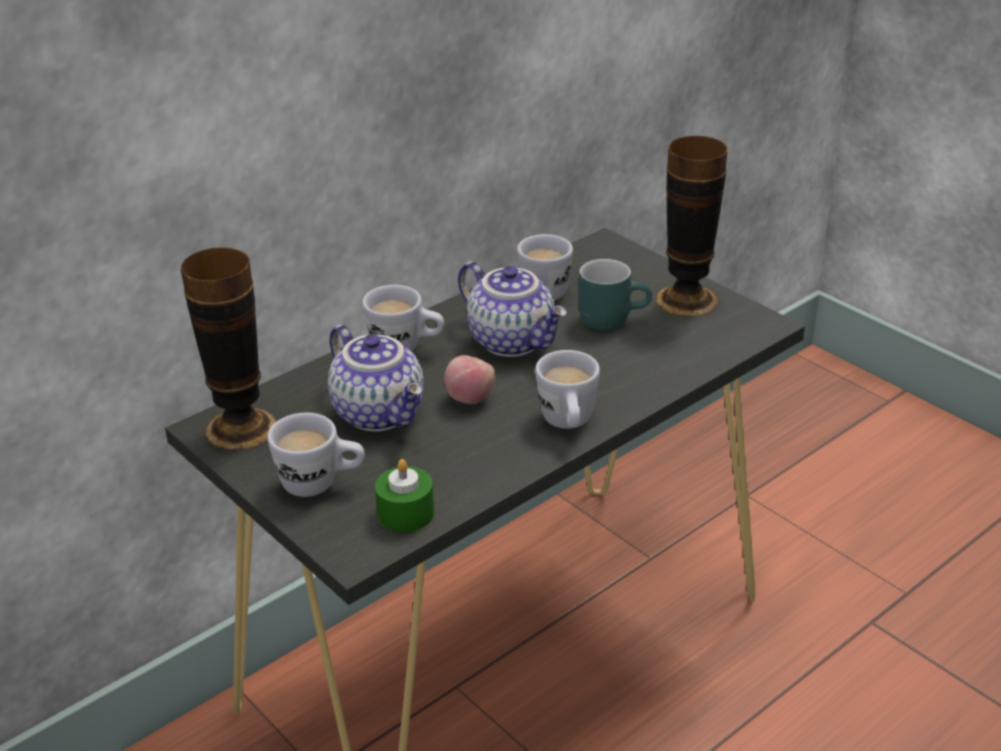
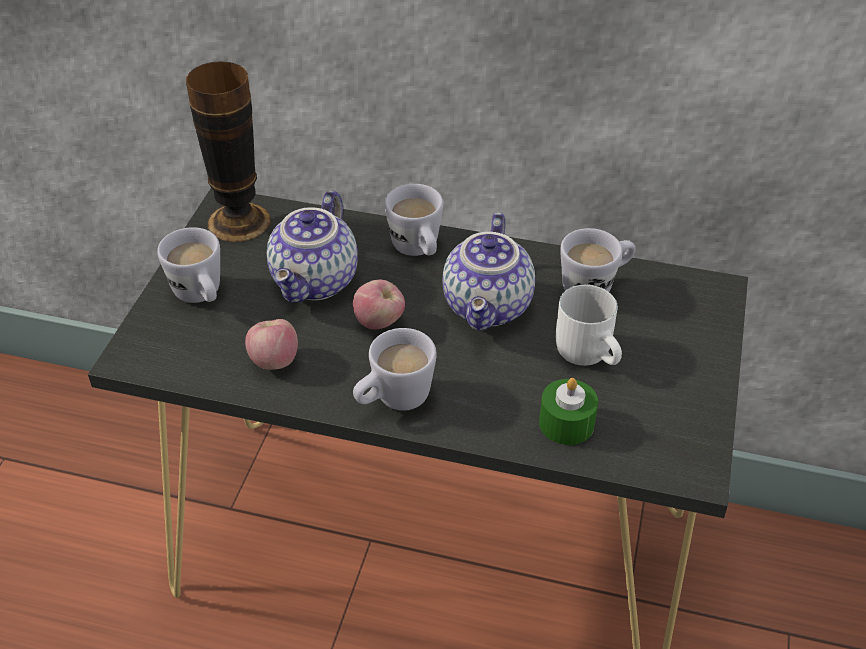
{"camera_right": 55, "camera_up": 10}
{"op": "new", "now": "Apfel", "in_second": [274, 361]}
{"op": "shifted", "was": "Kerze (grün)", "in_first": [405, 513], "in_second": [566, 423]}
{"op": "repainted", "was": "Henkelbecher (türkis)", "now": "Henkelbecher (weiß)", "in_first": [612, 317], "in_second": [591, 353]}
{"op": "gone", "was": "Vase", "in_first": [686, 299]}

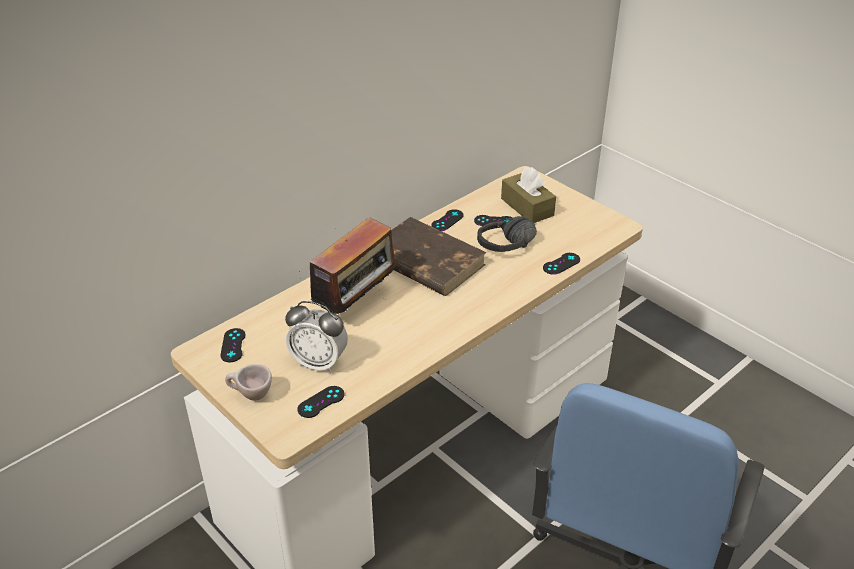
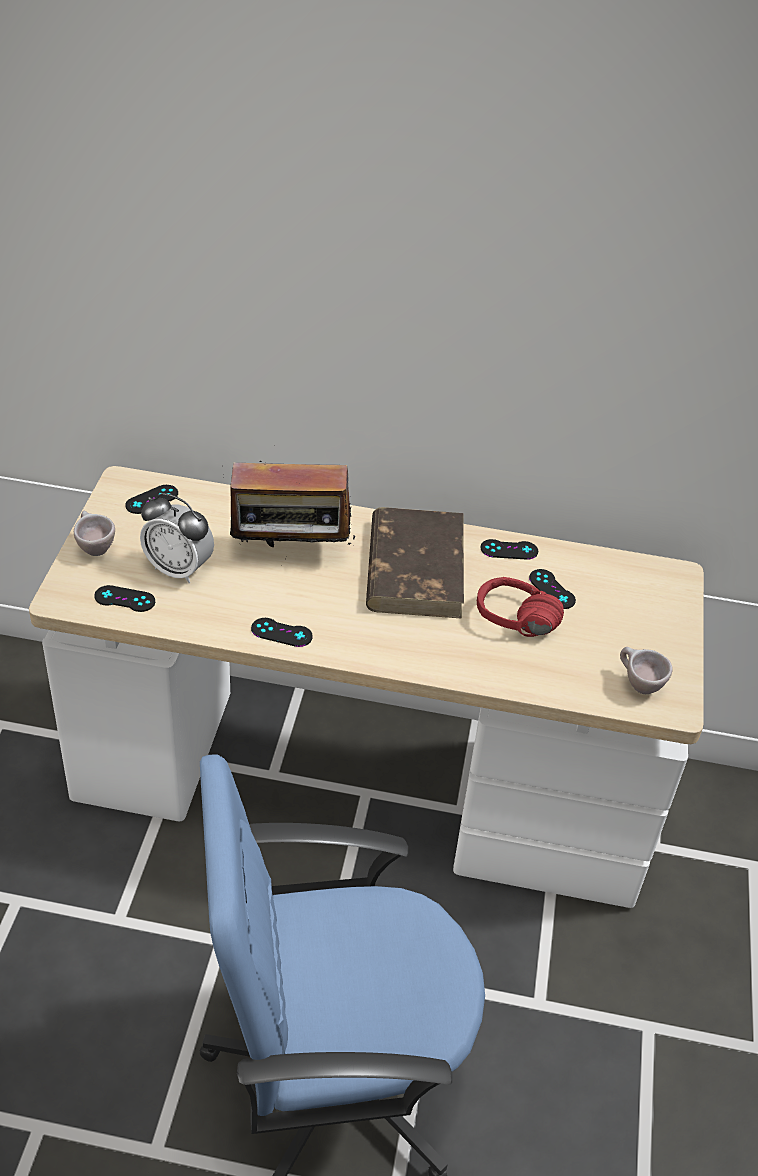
{"camera_right": 50, "camera_up": 5}
{"op": "rotated", "was": "Wecker", "in_first": [319, 363], "in_second": [178, 569], "clockwise": -45}
{"op": "shifted", "was": "Gamepad (schwarz)", "in_first": [561, 264], "in_second": [281, 632]}
{"op": "repainted", "was": "Kopfhörer (schwarz)", "now": "Kopfhörer (rot)", "in_first": [511, 250], "in_second": [512, 628]}
{"op": "new", "now": "Tasse (beige)", "in_second": [637, 684]}
{"op": "gone", "was": "Taschentuchbox (braun)", "in_first": [527, 207]}

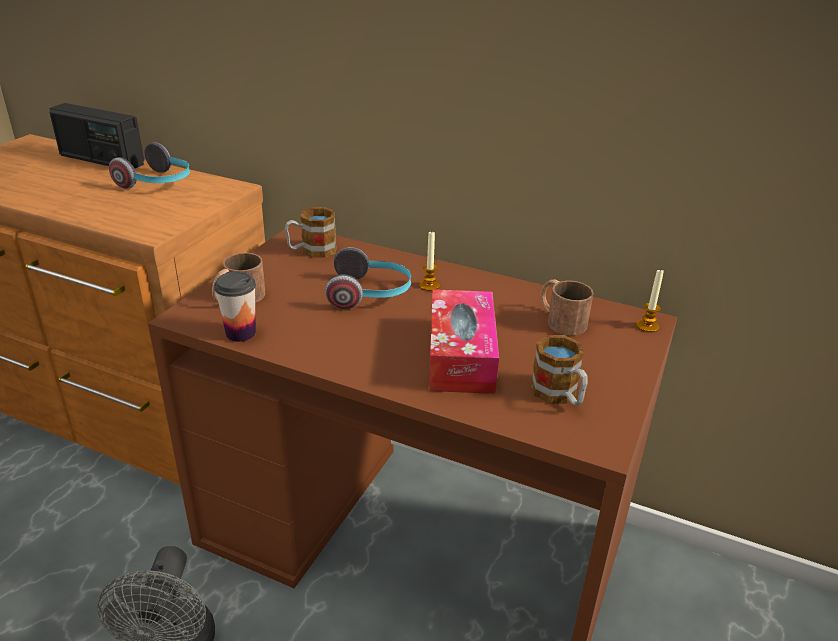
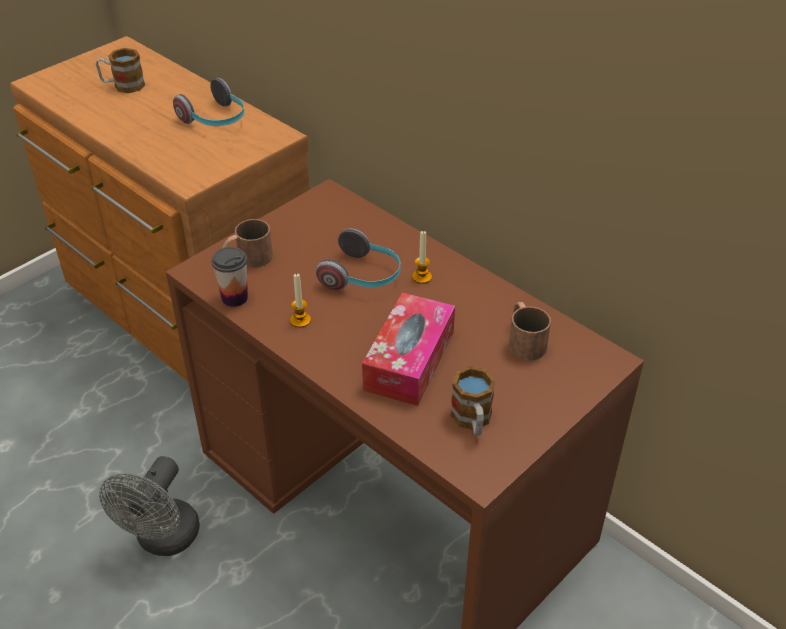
{"camera_right": 20, "camera_up": 10}
{"op": "shifted", "was": "Henkelbecher", "in_first": [312, 251], "in_second": [123, 86]}
{"op": "shifted", "was": "Kerze", "in_first": [647, 326], "in_second": [300, 320]}
{"op": "gone", "was": "Radio", "in_first": [101, 160]}

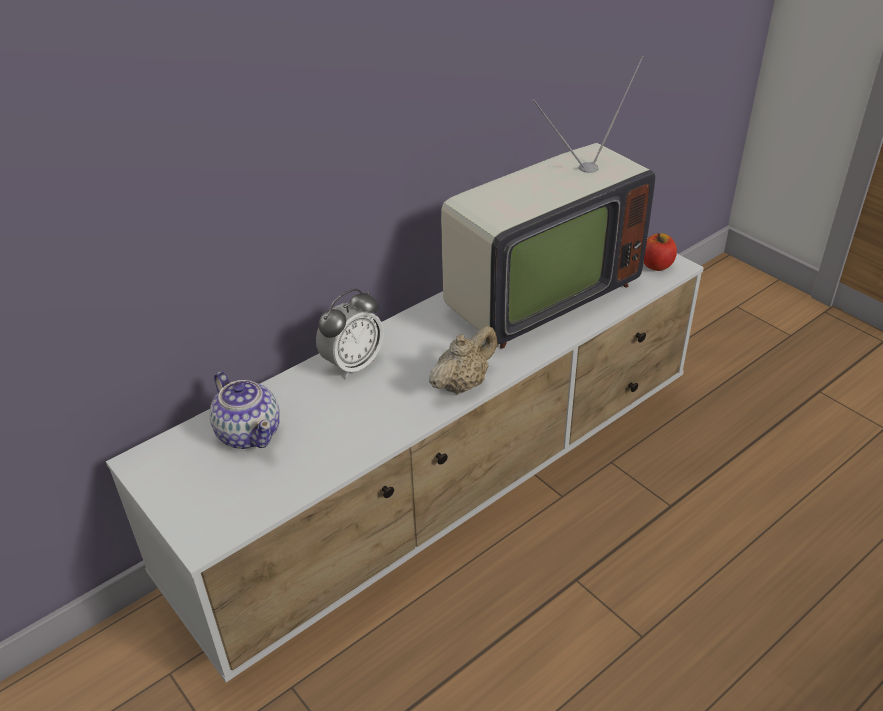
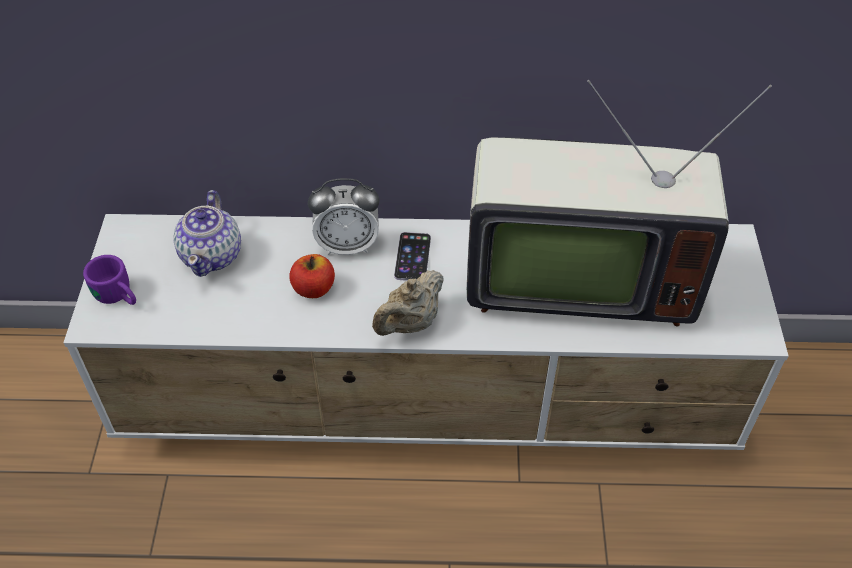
{"camera_right": 40, "camera_up": 10}
{"op": "new", "now": "Henkelbecher (lila)", "in_second": [119, 296]}
{"op": "shifted", "was": "Apfel", "in_first": [656, 265], "in_second": [314, 289]}
{"op": "rotated", "was": "Teekanne (beige)", "in_first": [463, 384], "in_second": [410, 323], "clockwise": 135}
{"op": "new", "now": "Handy", "in_second": [412, 257]}

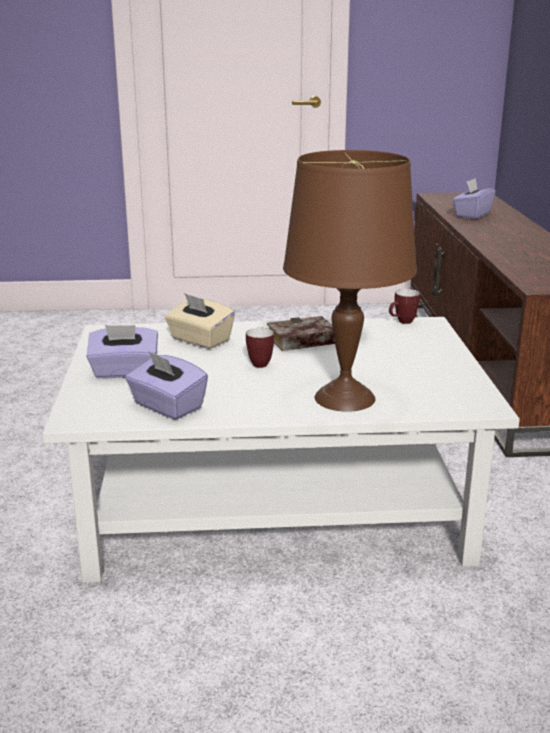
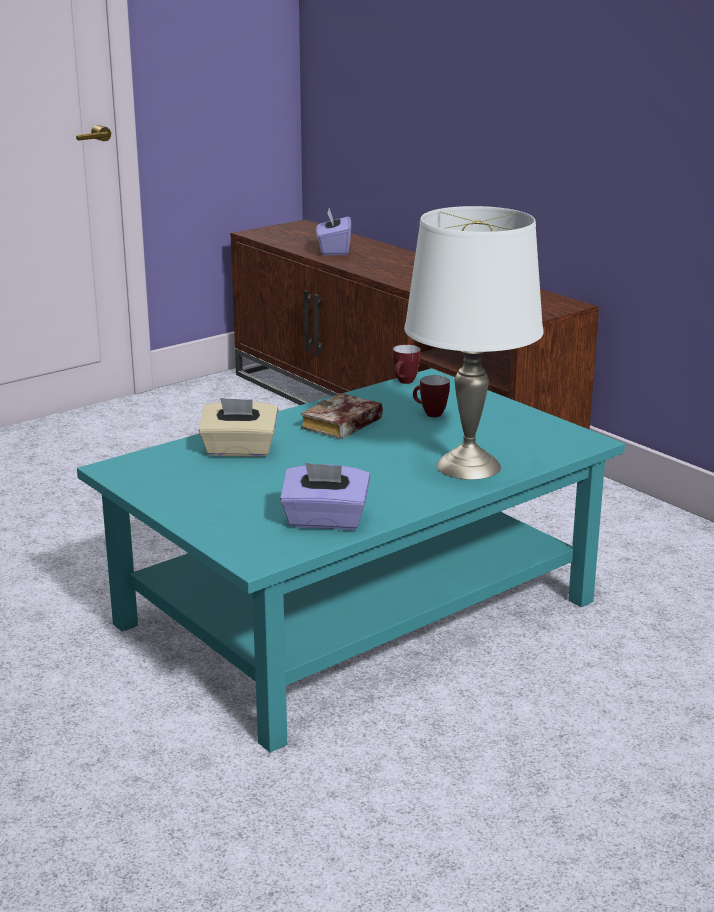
{"camera_right": -35, "camera_up": 0}
{"op": "repainted", "was": "Couchtisch (weiß)", "now": "Couchtisch (türkis)", "in_first": [275, 501], "in_second": [355, 612]}
{"op": "repainted", "was": "Tischlampe (braun)", "now": "Tischlampe (weiß)", "in_first": [343, 398], "in_second": [467, 466]}
{"op": "shifted", "was": "Henkelbecher", "in_first": [258, 363], "in_second": [429, 414]}
{"op": "gone", "was": "Taschentuchbox (lila)", "in_first": [124, 372]}

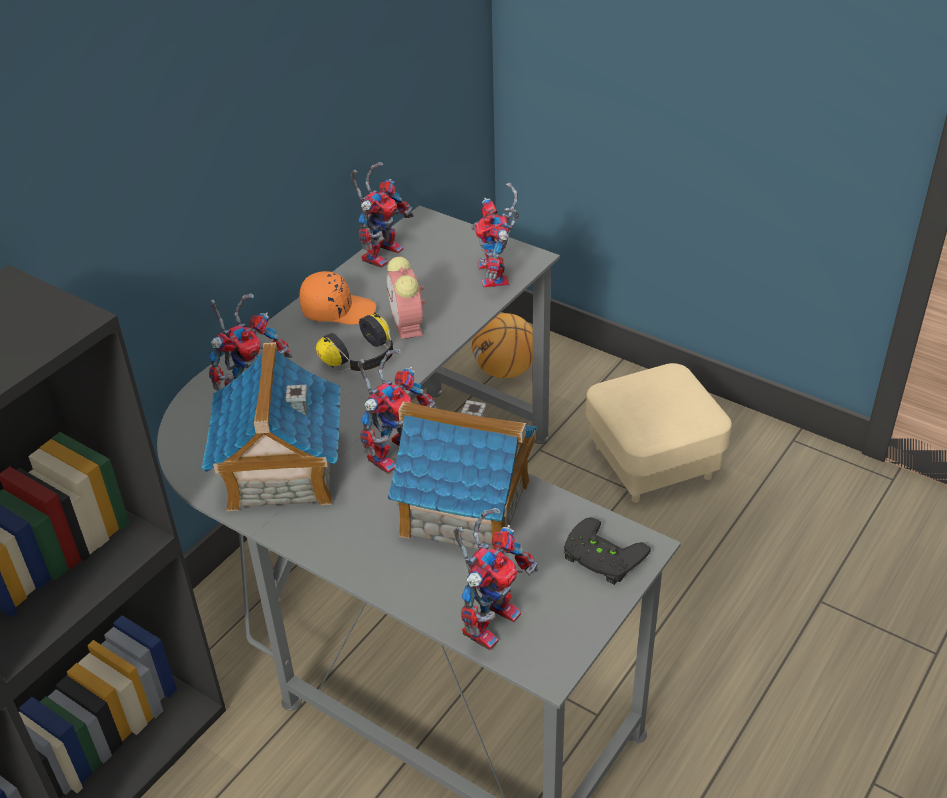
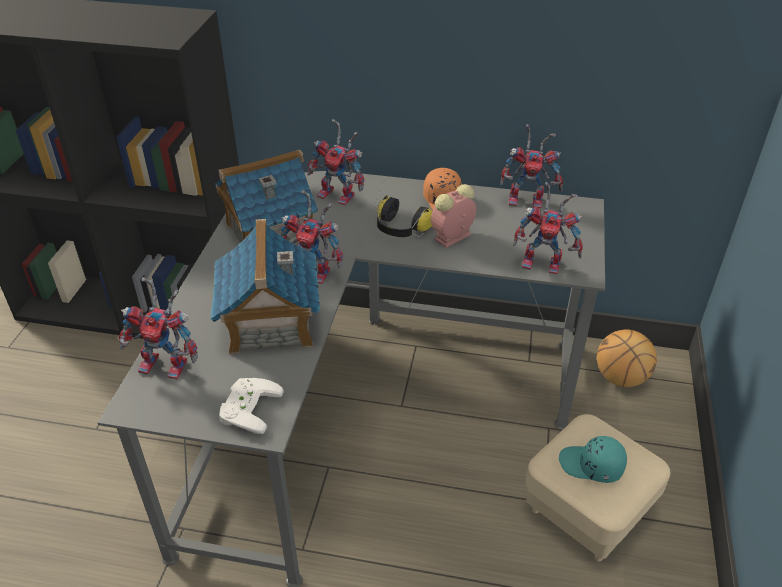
{"camera_right": 65, "camera_up": 0}
{"op": "repainted", "was": "Gamepad (schwarz)", "now": "Gamepad (weiß)", "in_first": [600, 558], "in_second": [247, 407]}
{"op": "rotated", "was": "Spielzeugroboter", "in_first": [497, 277], "in_second": [545, 263], "clockwise": -135}
{"op": "new", "now": "Kappe (türkis)", "in_second": [591, 466]}

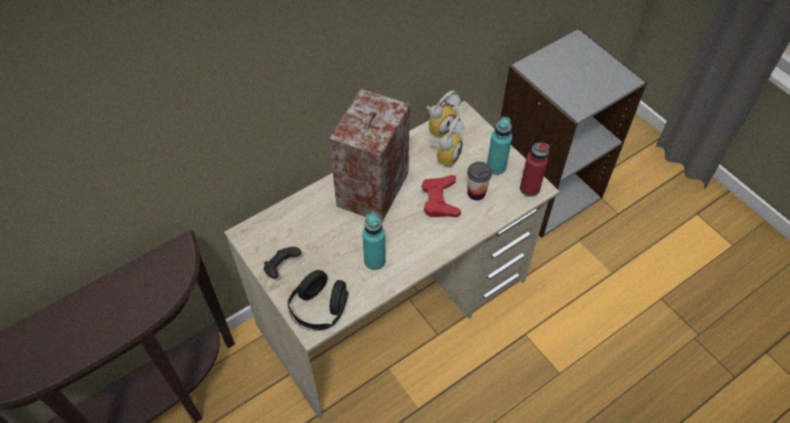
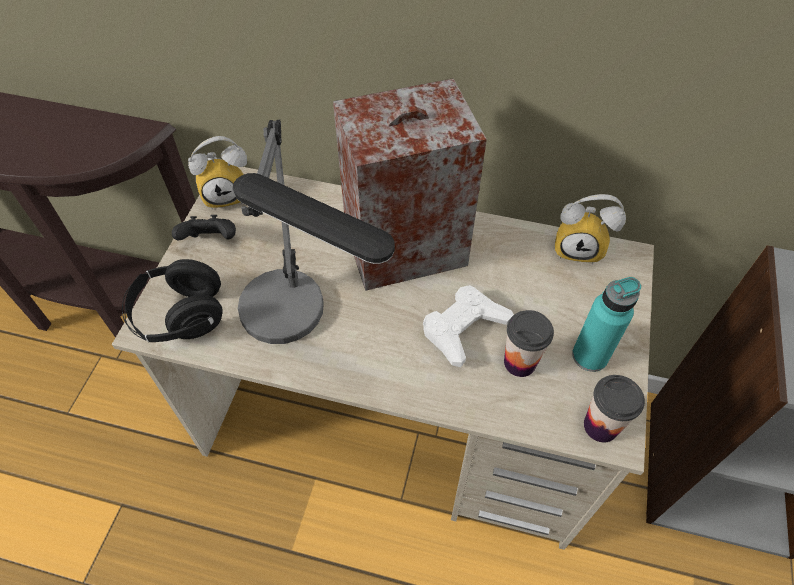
{"camera_right": 50, "camera_up": 0}
{"op": "shifted", "was": "Wecker", "in_first": [445, 155], "in_second": [228, 194]}
{"op": "swapped", "was": "Flasche (türkis)", "now": "Tischlampe", "in_first": [374, 261], "in_second": [300, 323]}
{"op": "repainted", "was": "Gamepad (rot)", "now": "Gamepad (weiß)", "in_first": [440, 200], "in_second": [464, 328]}
{"op": "swapped", "was": "Flasche (rot)", "now": "Tasse", "in_first": [529, 189], "in_second": [600, 426]}

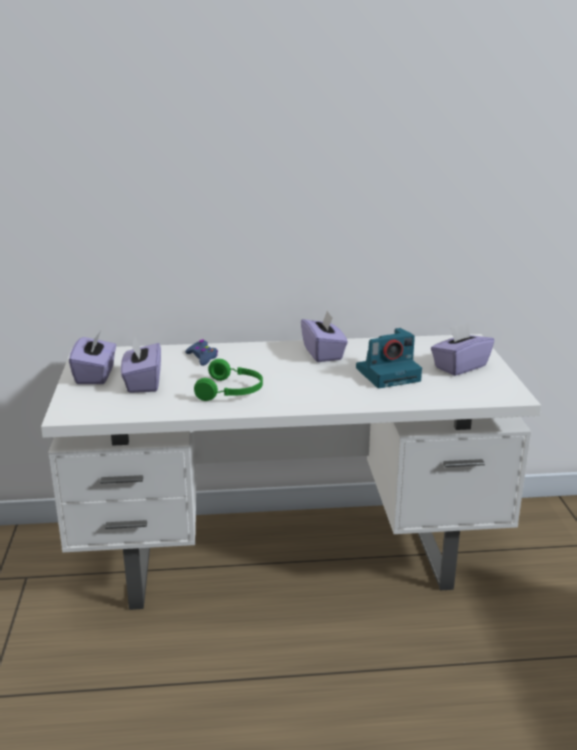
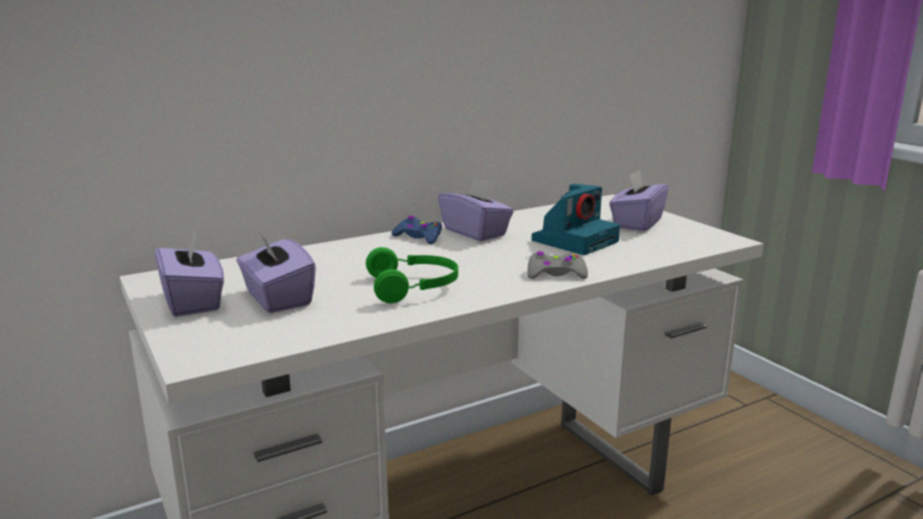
{"camera_right": -25, "camera_up": -5}
{"op": "shifted", "was": "Gamepad (blau)", "in_first": [202, 357], "in_second": [418, 237]}
{"op": "new", "now": "Gamepad (grau)", "in_second": [555, 274]}

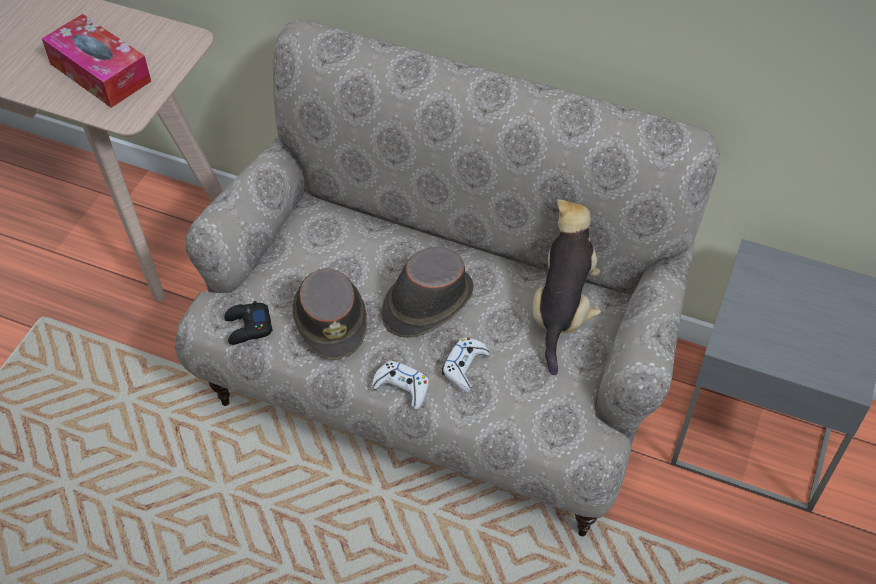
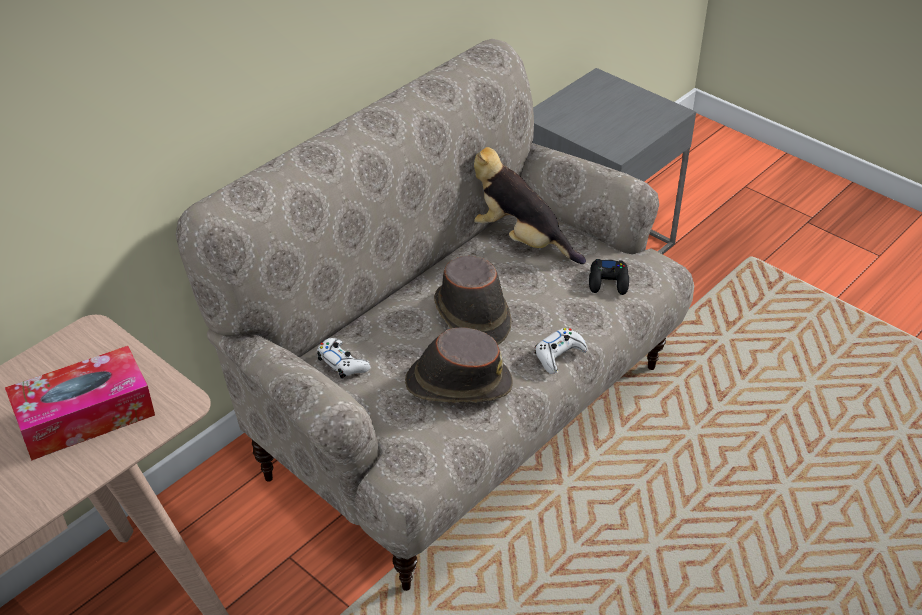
{"camera_right": -70, "camera_up": -10}
{"op": "shifted", "was": "Gamepad (weiß)", "in_first": [465, 367], "in_second": [342, 363]}
{"op": "shifted", "was": "Gamepad (schwarz)", "in_first": [248, 327], "in_second": [608, 281]}

